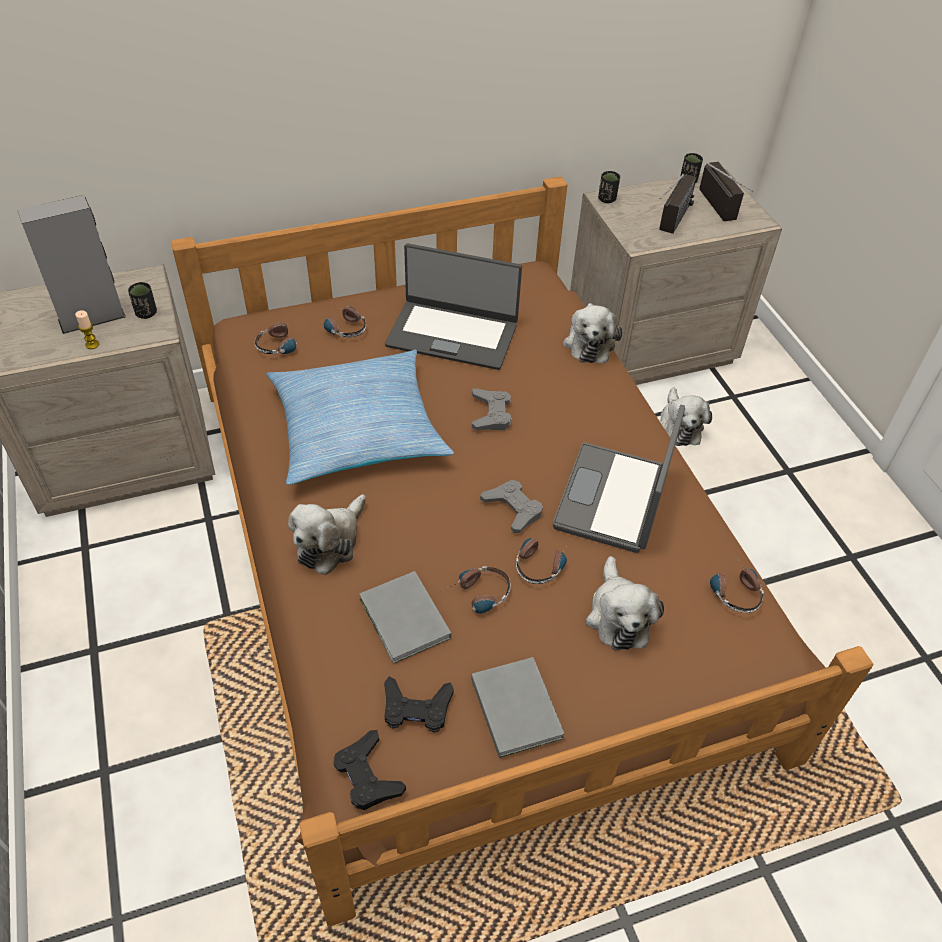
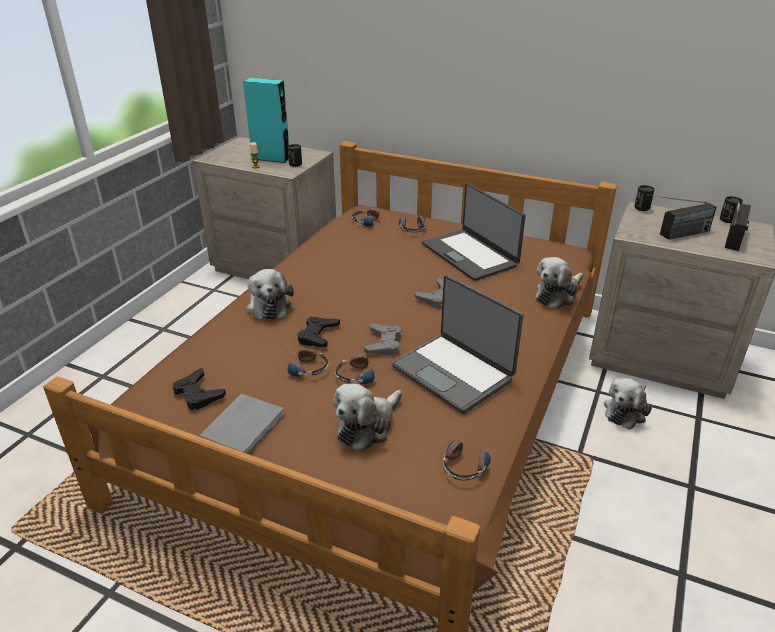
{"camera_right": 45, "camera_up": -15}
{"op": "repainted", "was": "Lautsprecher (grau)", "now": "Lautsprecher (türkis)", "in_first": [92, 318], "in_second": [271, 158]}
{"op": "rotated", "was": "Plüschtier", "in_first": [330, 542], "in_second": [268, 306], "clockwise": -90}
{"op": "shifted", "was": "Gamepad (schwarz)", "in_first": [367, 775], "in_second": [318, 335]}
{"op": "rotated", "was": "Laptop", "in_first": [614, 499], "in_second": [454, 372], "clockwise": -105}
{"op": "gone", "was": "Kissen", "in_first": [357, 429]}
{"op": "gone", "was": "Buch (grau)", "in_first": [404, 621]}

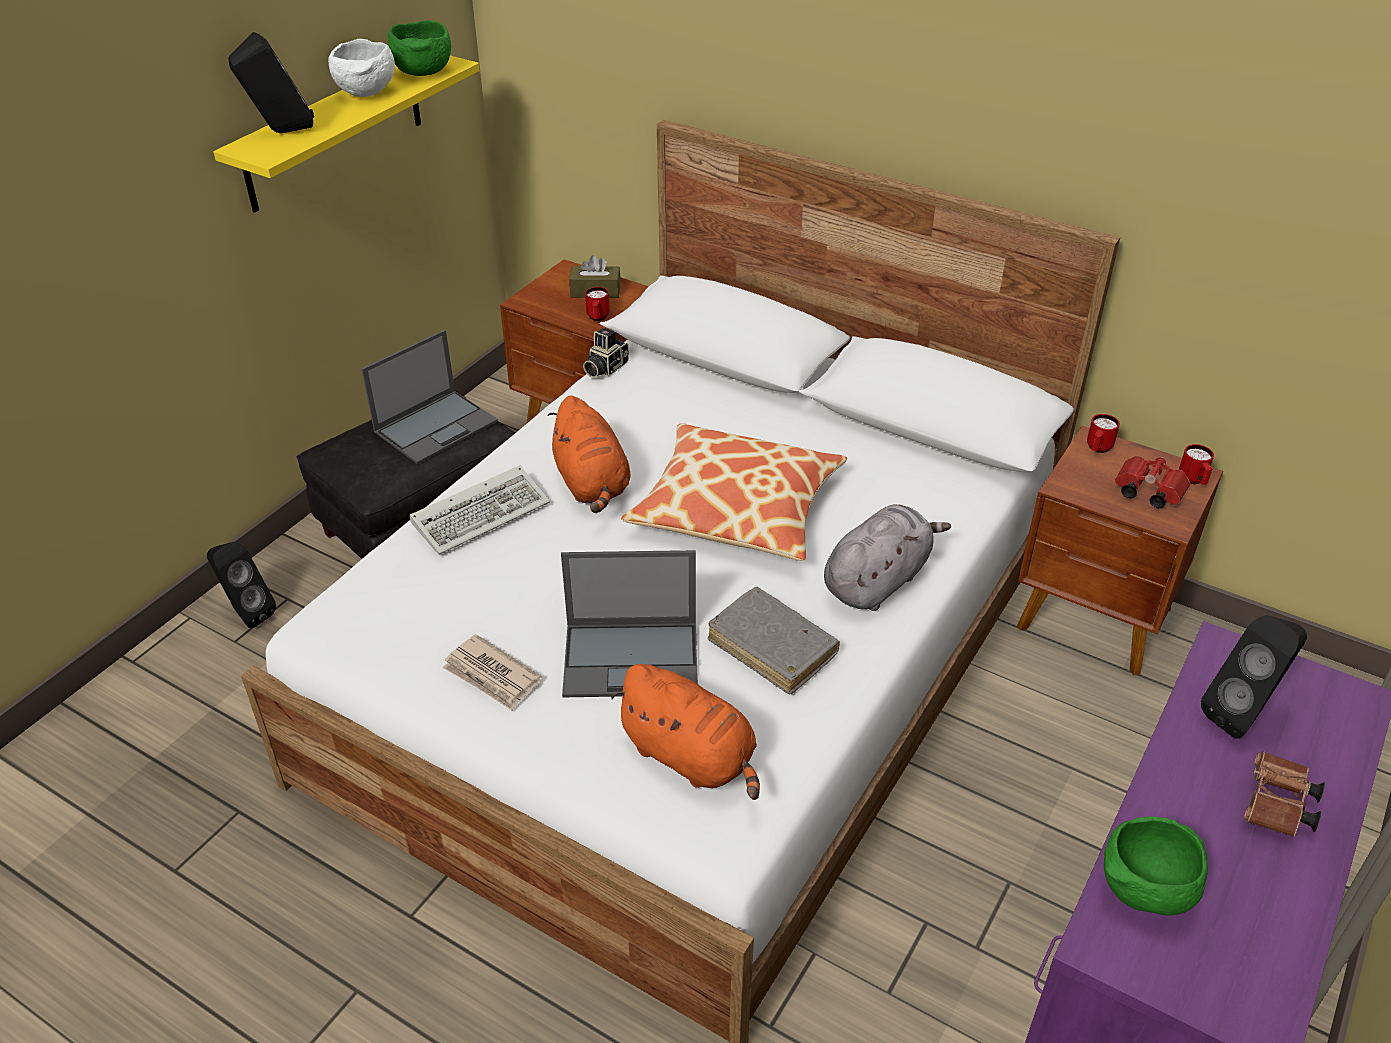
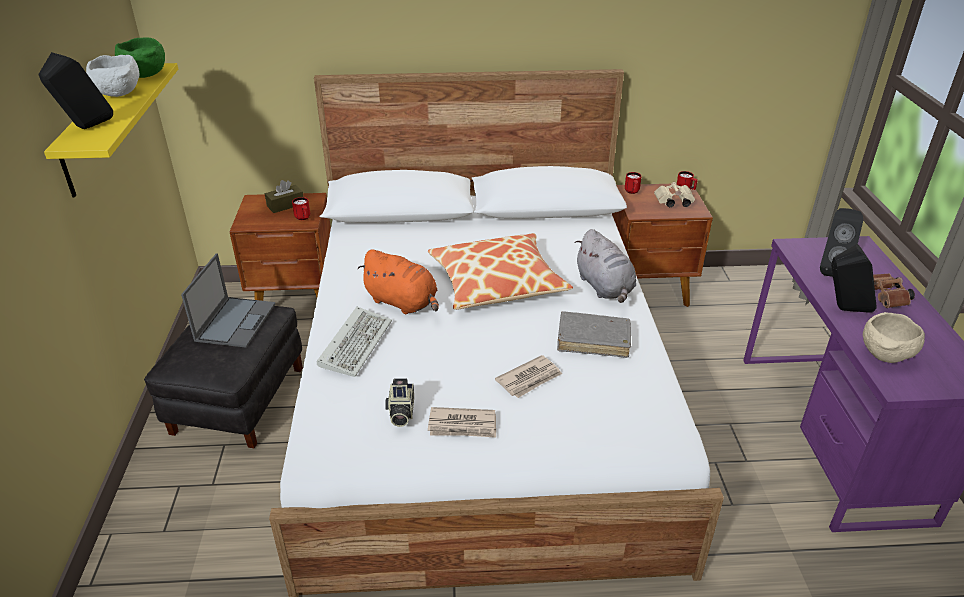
{"camera_right": -35, "camera_up": -5}
{"op": "shifted", "was": "Kamera", "in_first": [604, 368], "in_second": [400, 412]}
{"op": "swapped", "was": "Laptop", "now": "Zeitung", "in_first": [633, 659], "in_second": [530, 379]}
{"op": "rotated", "was": "Plüschtier (grau)", "in_first": [878, 580], "in_second": [605, 287], "clockwise": 150}
{"op": "repainted", "was": "Fernglas (rot)", "now": "Fernglas (beige)", "in_first": [1146, 492], "in_second": [672, 203]}
{"op": "shifted", "was": "Lautsprecher (schwarz)", "in_first": [247, 614], "in_second": [843, 309]}
{"op": "repainted", "was": "Schüssel (grün)", "now": "Schüssel (beige)", "in_first": [1143, 893], "in_second": [885, 356]}
{"op": "gone", "was": "Plüschtier (orange)", "in_first": [692, 757]}

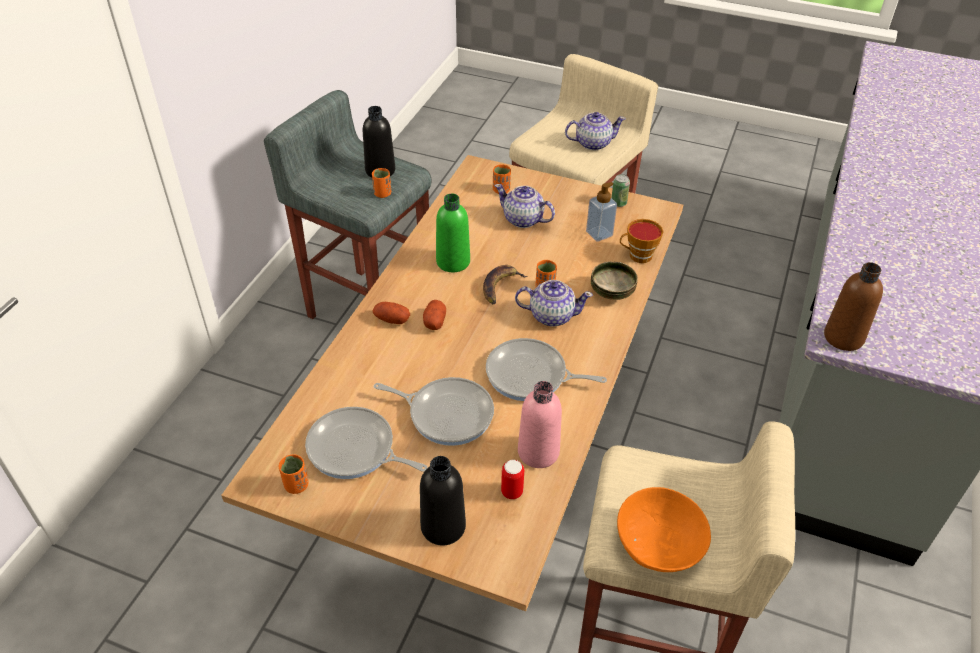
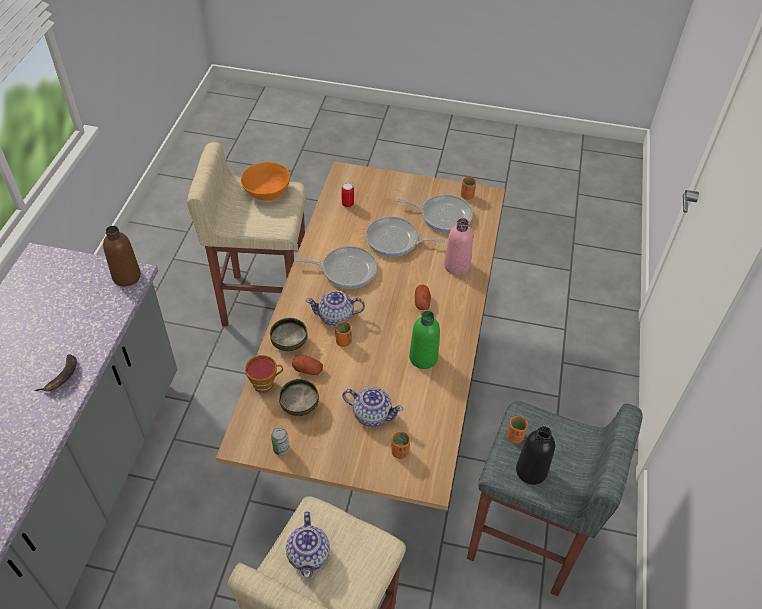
{"camera_right": 170, "camera_up": 5}
{"op": "shifted", "was": "Banane", "in_first": [500, 286], "in_second": [61, 377]}
{"op": "swapped", "was": "Seifenspender", "now": "Schüssel", "in_first": [599, 234], "in_second": [300, 405]}
{"op": "rotated", "was": "Teekanne", "in_first": [592, 143], "in_second": [309, 554], "clockwise": -75}
{"op": "shifted", "was": "Kartoffel", "in_first": [391, 319], "in_second": [308, 369]}
{"op": "shifted", "was": "Flasche (rosa)", "in_first": [538, 452], "in_second": [456, 266]}
{"op": "gone", "was": "Flasche (schwarz)", "in_first": [443, 527]}

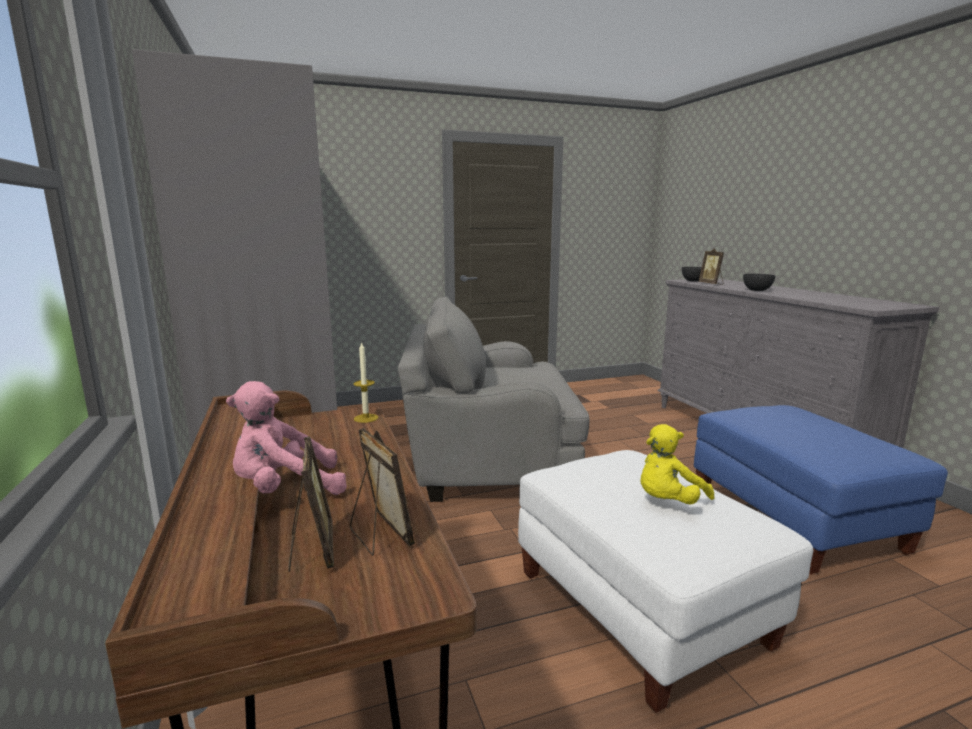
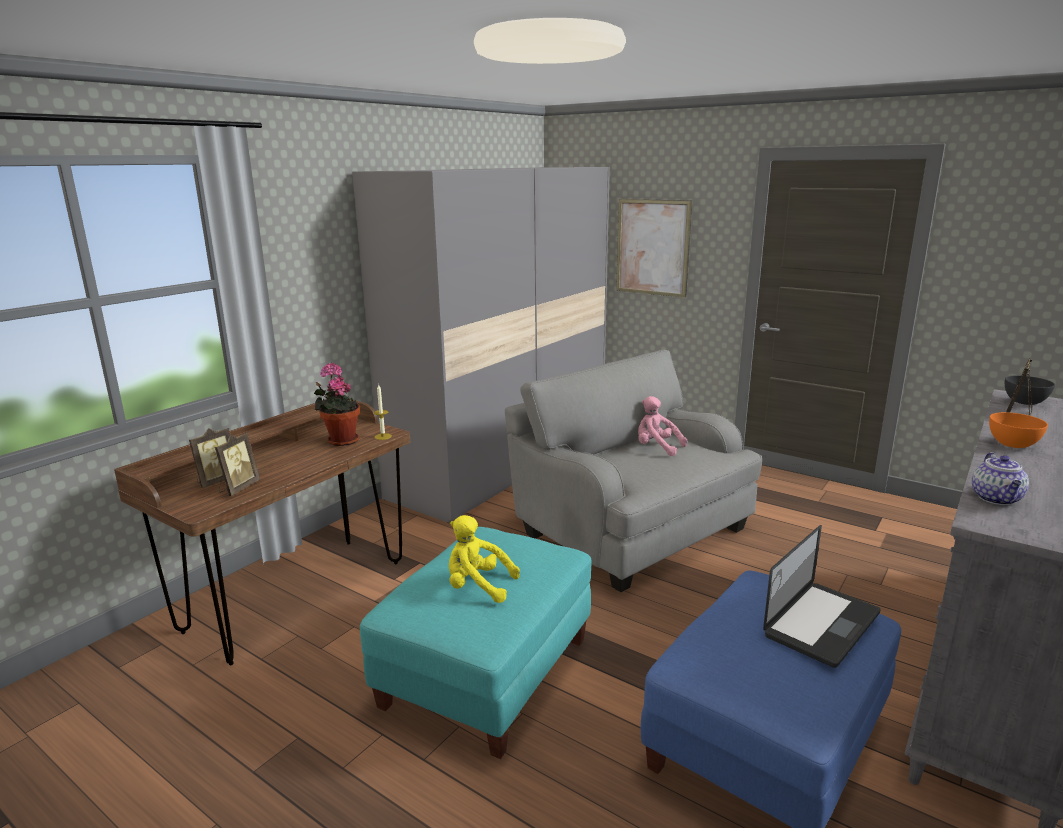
{"camera_right": 55, "camera_up": 5}
{"op": "new", "now": "Topfpflanze", "in_second": [341, 440]}
{"op": "repainted", "was": "Polsterhocker (weiß)", "now": "Polsterhocker (türkis)", "in_first": [639, 609], "in_second": [486, 674]}
{"op": "new", "now": "Bild", "in_second": [652, 247]}
{"op": "shifted", "was": "Plüschtier (rosa)", "in_first": [286, 490], "in_second": [656, 448]}
{"op": "new", "now": "Laptop", "in_second": [822, 624]}
{"op": "new", "now": "Teekanne", "in_second": [997, 499]}
{"op": "repainted", "was": "Schüssel (grau)", "now": "Schüssel (orange)", "in_first": [756, 290], "in_second": [1012, 444]}

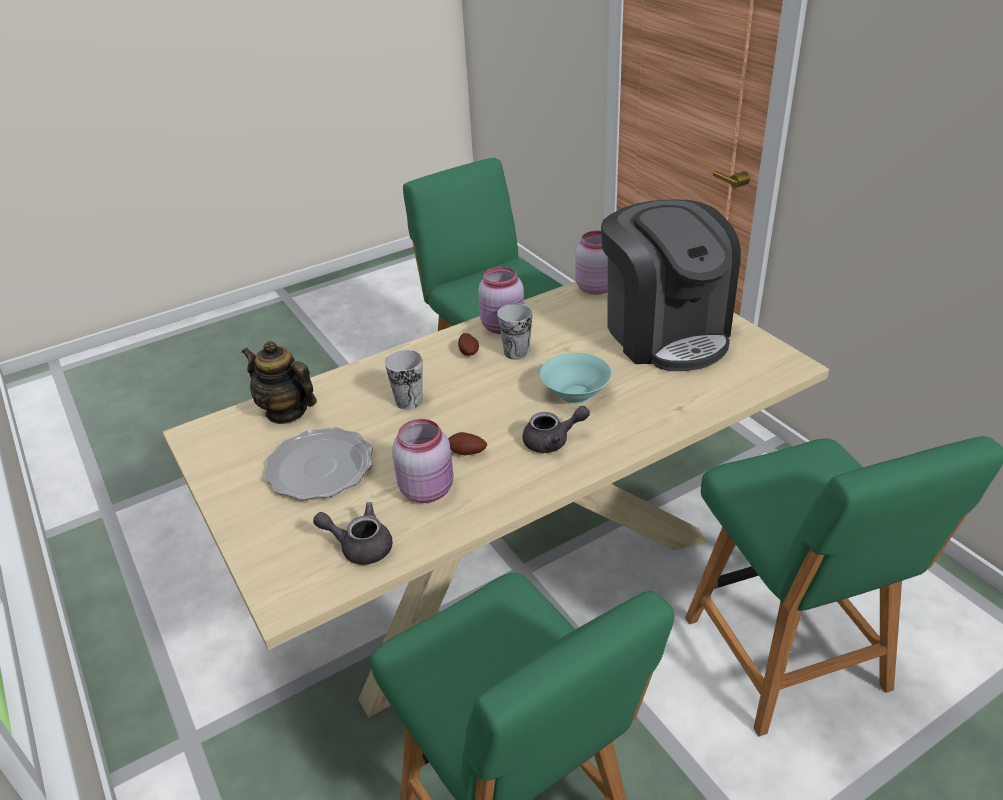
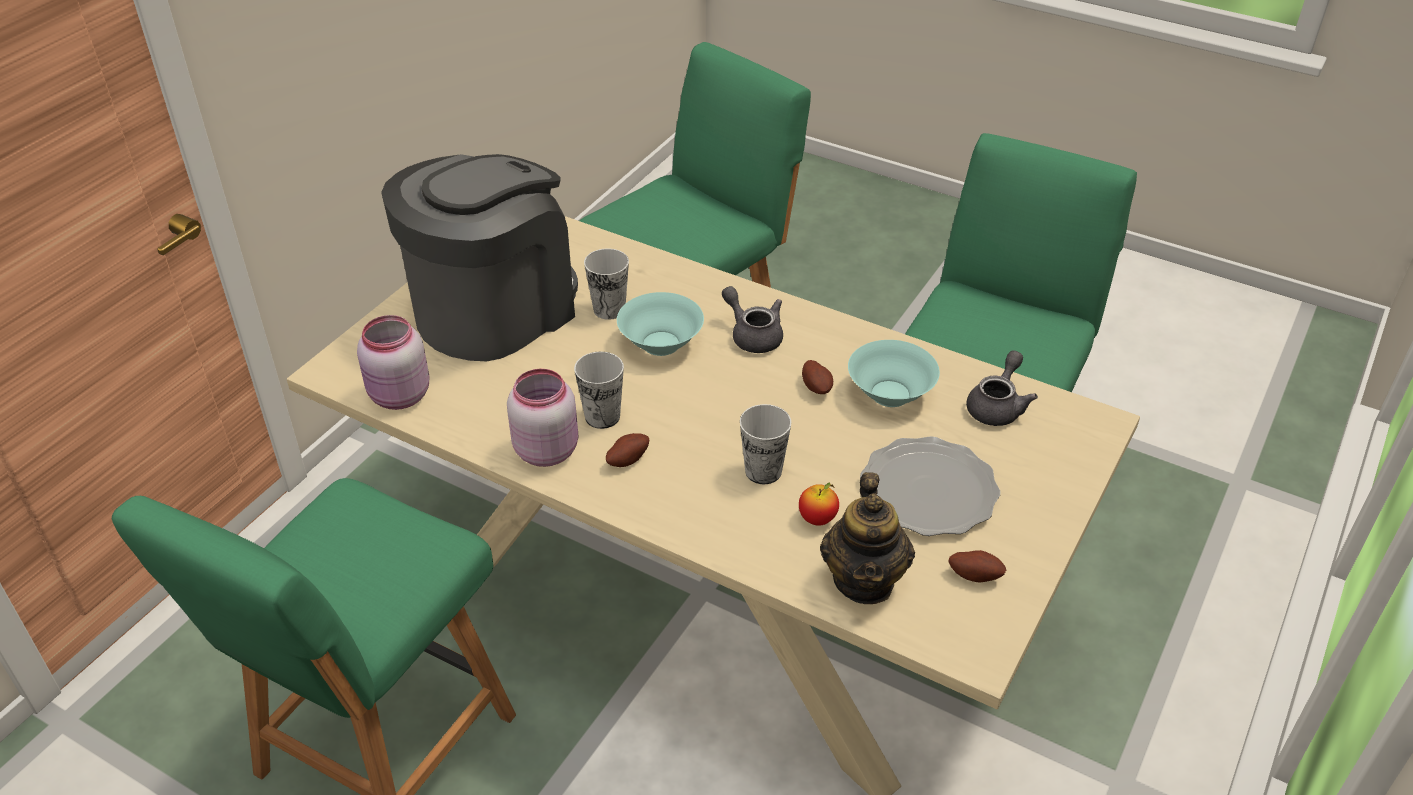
{"camera_right": -120, "camera_up": 5}
{"op": "new", "now": "Tasse", "in_second": [609, 309]}
{"op": "new", "now": "Apfel", "in_second": [817, 519]}
{"op": "swapped", "was": "Vorratsglas (rosa)", "now": "Schüssel (türkis)", "in_first": [428, 489], "in_second": [889, 393]}
{"op": "new", "now": "Kartoffel", "in_second": [975, 575]}
{"op": "rotated", "was": "Teekanne (grau)", "in_first": [360, 546], "in_second": [997, 406], "clockwise": -135}

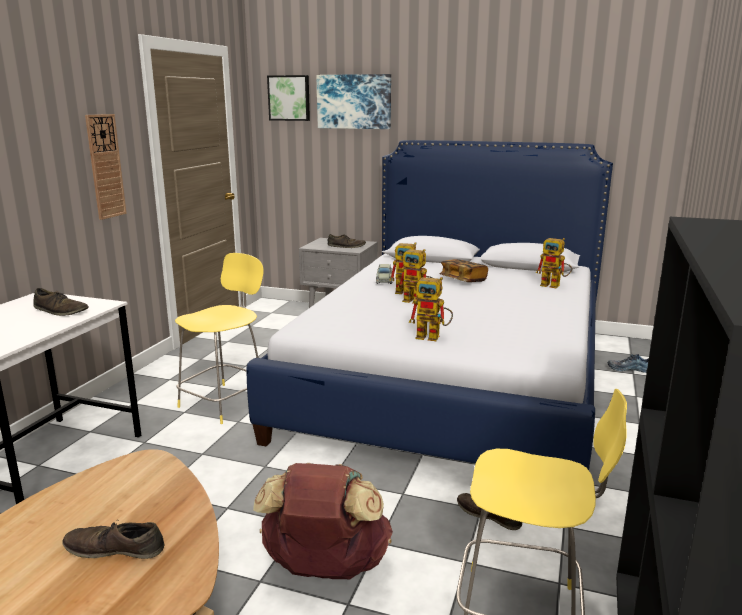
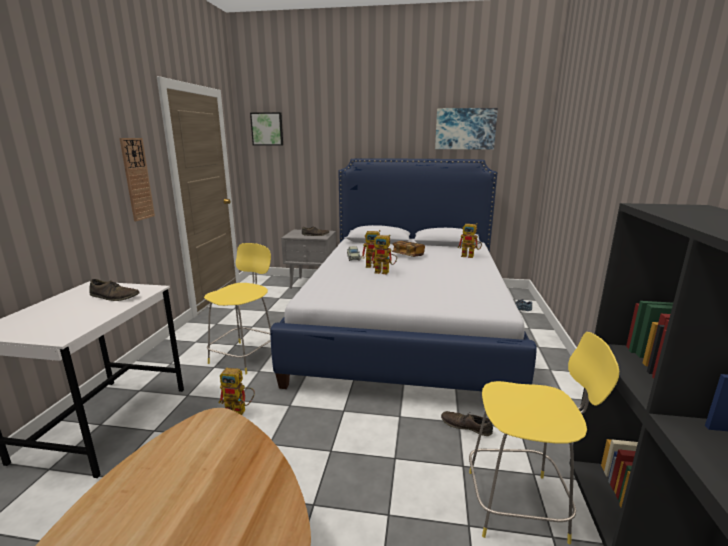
{"camera_right": -10, "camera_up": 0}
{"op": "shifted", "was": "Spielzeugroboter", "in_first": [433, 337], "in_second": [240, 412]}
{"op": "shifted", "was": "Bild", "in_first": [354, 101], "in_second": [465, 129]}
{"op": "gone", "was": "Schuh (braun)", "in_first": [115, 549]}
{"op": "gone", "was": "Rucksack (braun)", "in_first": [325, 568]}

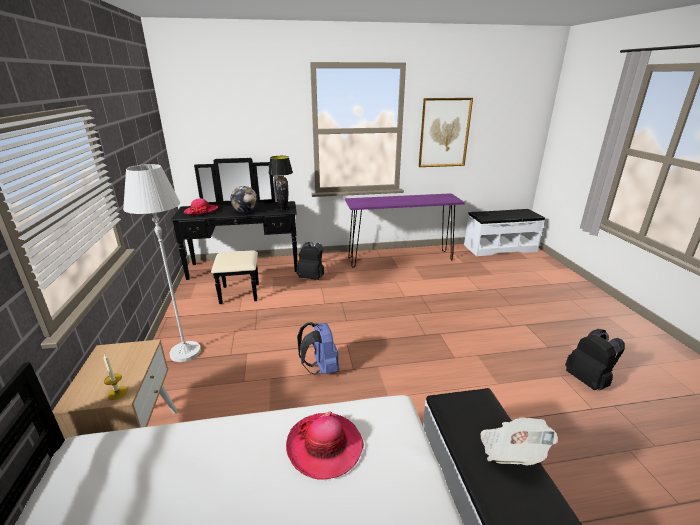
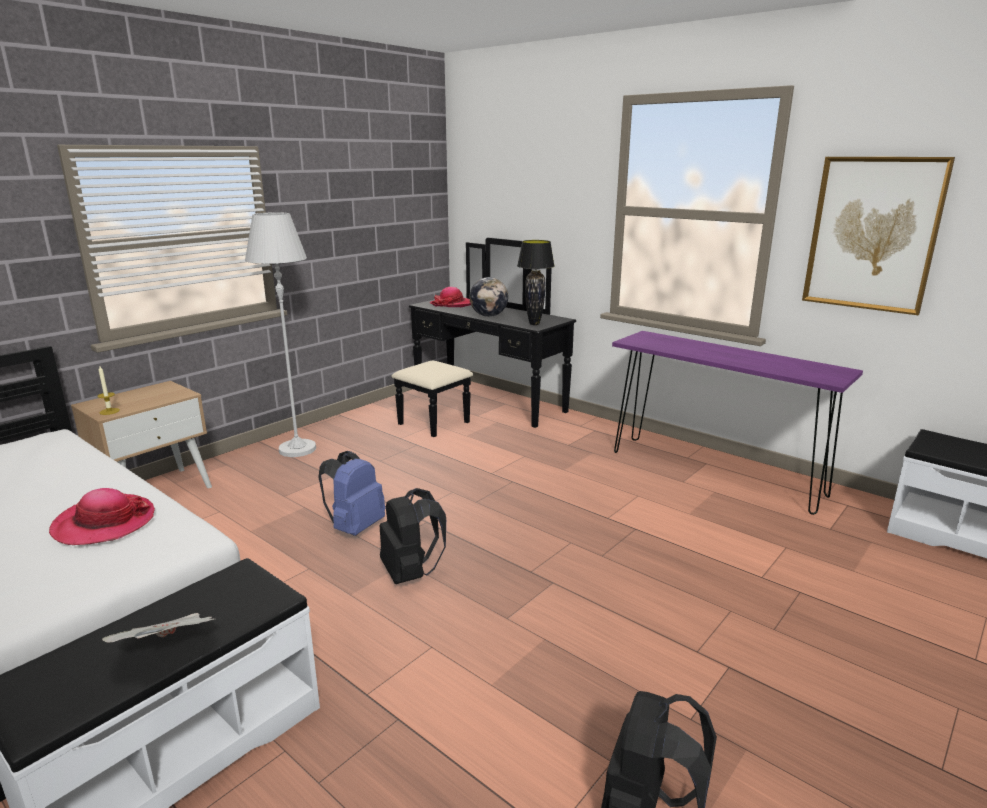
{"camera_right": 50, "camera_up": -5}
{"op": "shifted", "was": "Rucksack (schwarz)", "in_first": [312, 277], "in_second": [411, 573]}

